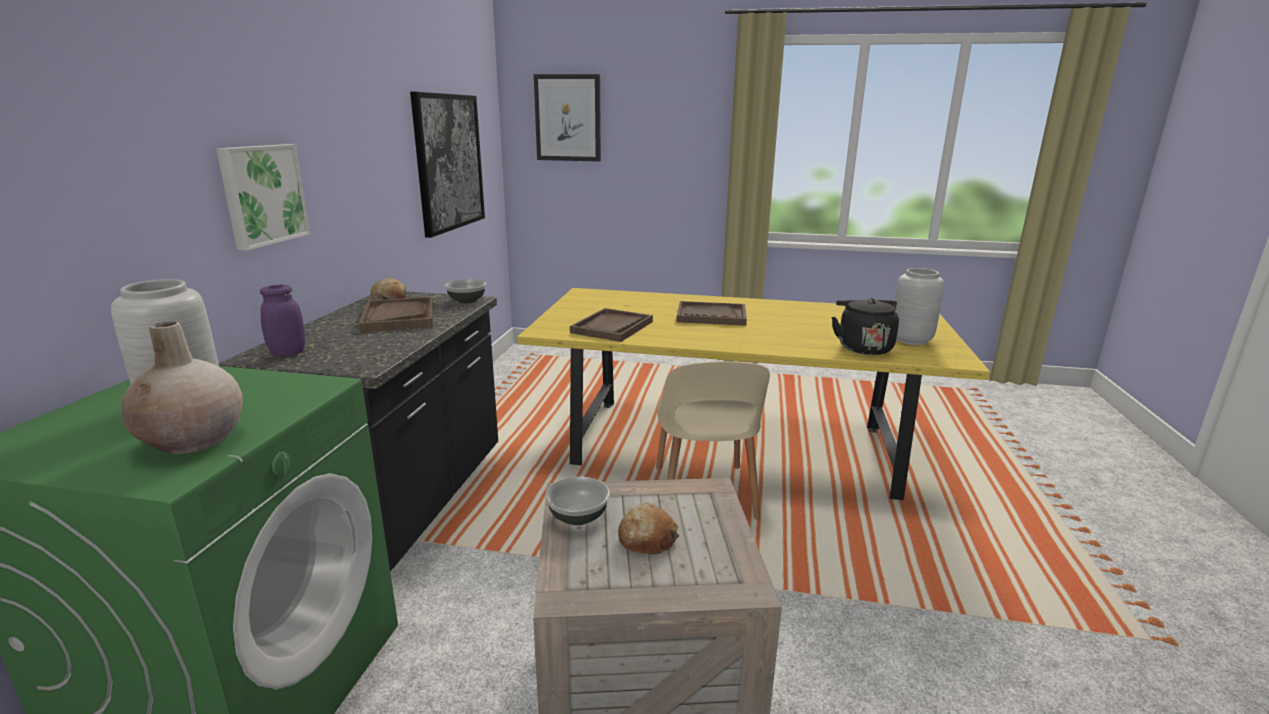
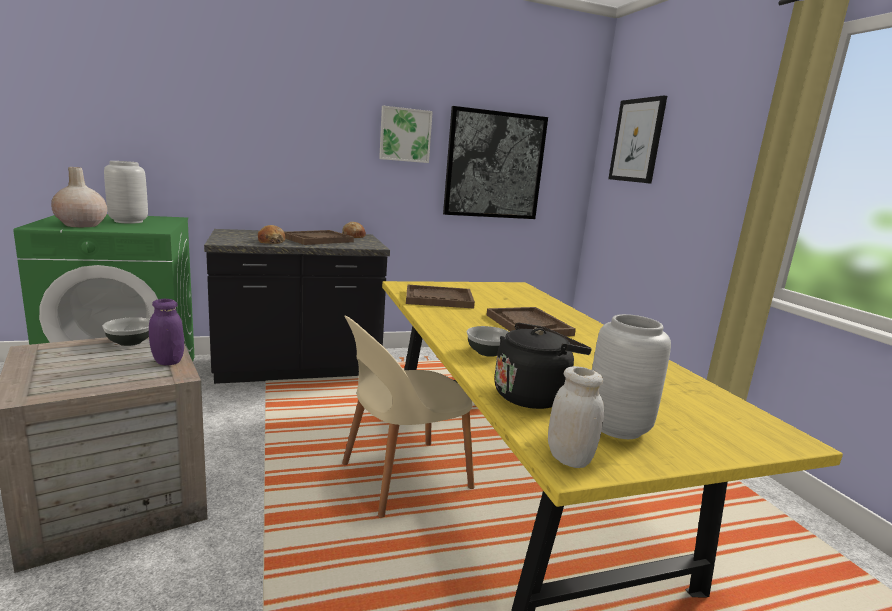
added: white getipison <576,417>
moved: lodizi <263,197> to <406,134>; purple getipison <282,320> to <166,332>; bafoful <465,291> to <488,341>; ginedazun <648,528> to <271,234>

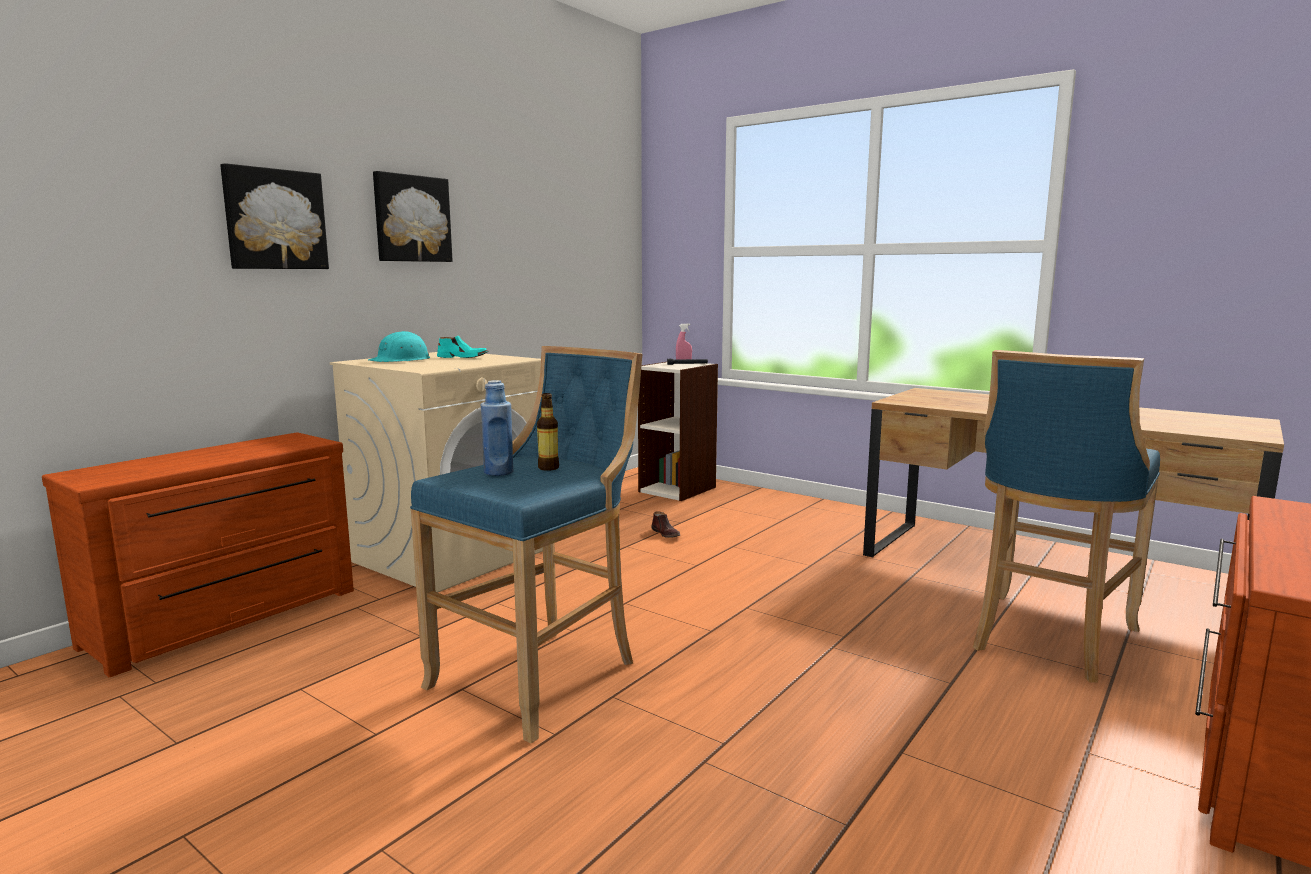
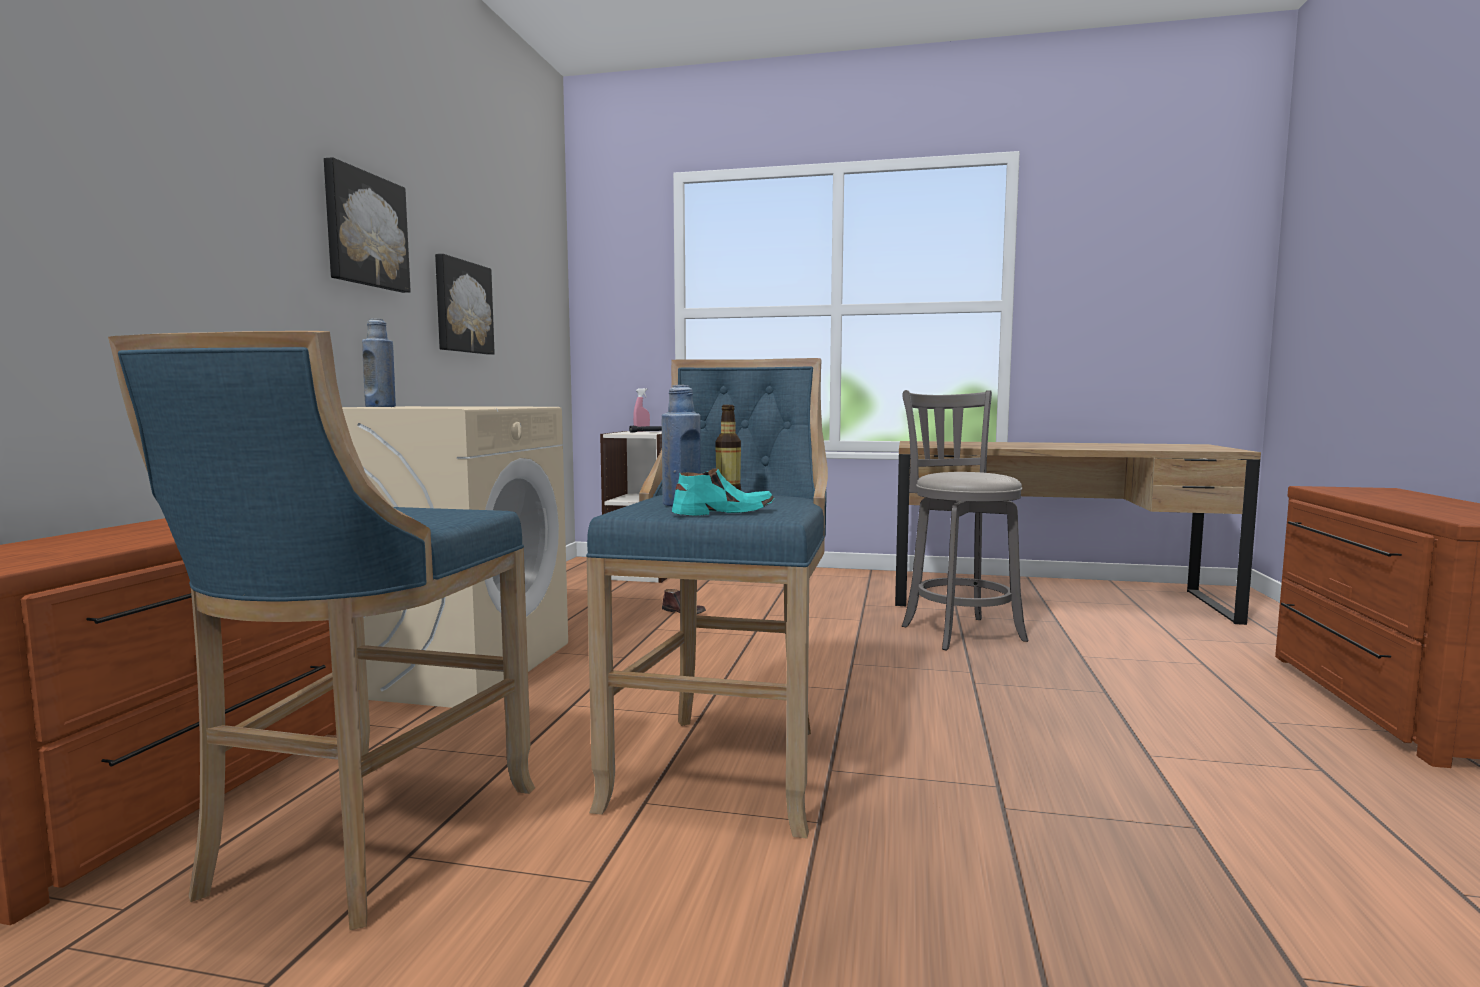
added: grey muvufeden <965,520>
moved: lodizi <274,216> to <465,304>; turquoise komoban <462,347> to <723,492>; blue muvufeden <1066,516> to <321,630>
replaced: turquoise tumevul <399,346> to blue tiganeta <379,362>

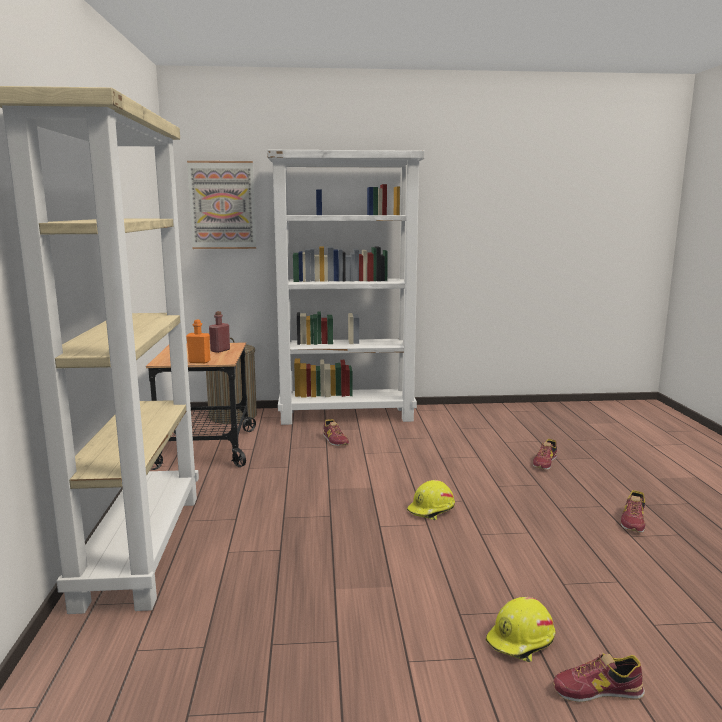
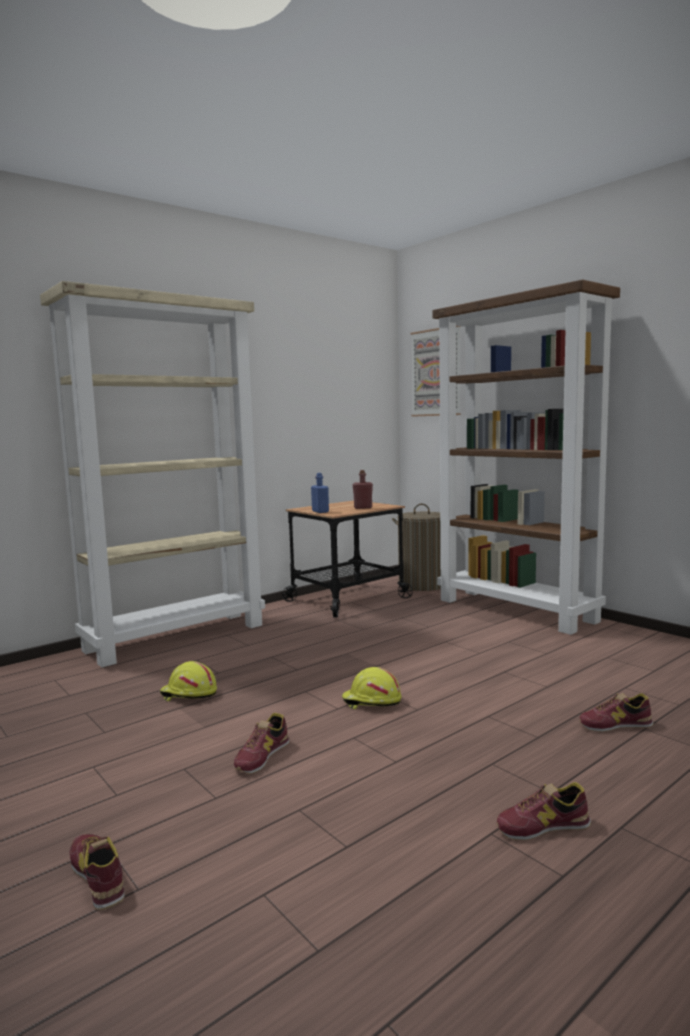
moved: komoban <336,432> to <262,743>; yellow tumevul <520,629> to <188,681>
recoloured: orange tiganeta <198,341> to blue tiganeta <320,493>; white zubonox <346,287> to brown zubonox <526,457>

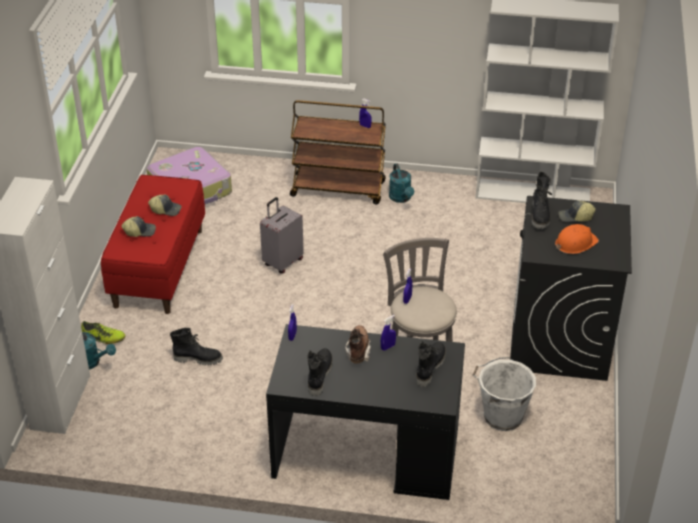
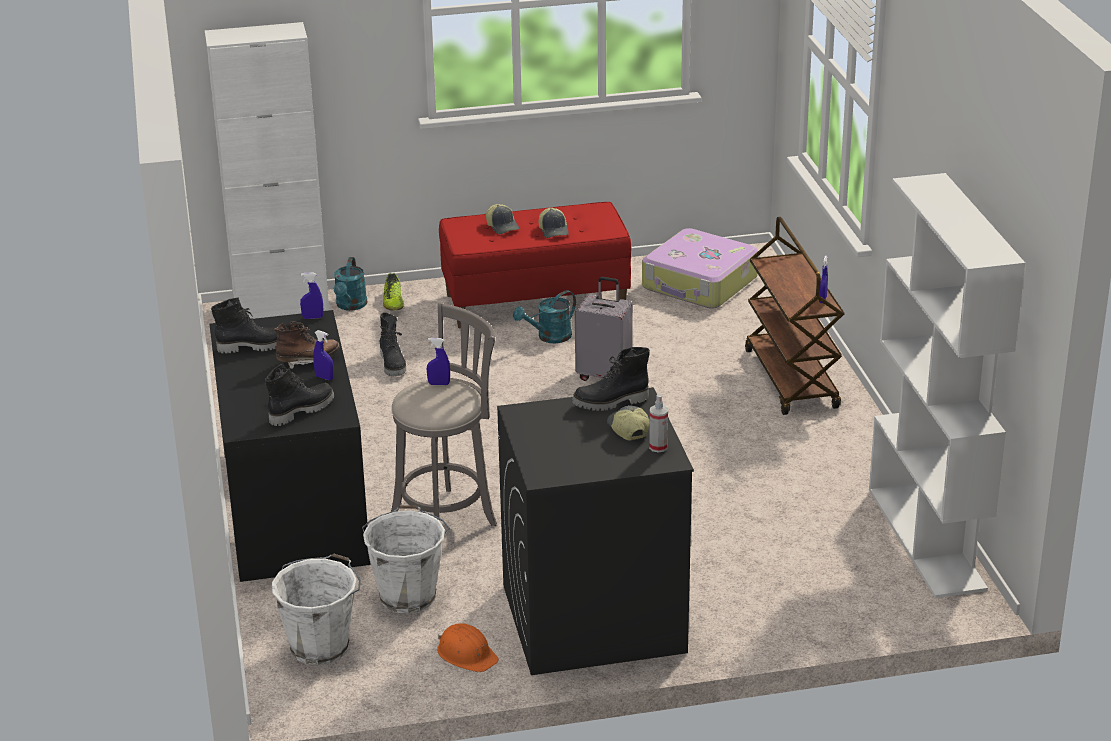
added: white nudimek <316,609>; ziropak <658,423>
moved: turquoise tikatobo <401,183> to <544,316>; orange tumevul <577,239> to <468,647>
turned: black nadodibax <431,364> = <299,395> 45 degrees counterclockwise

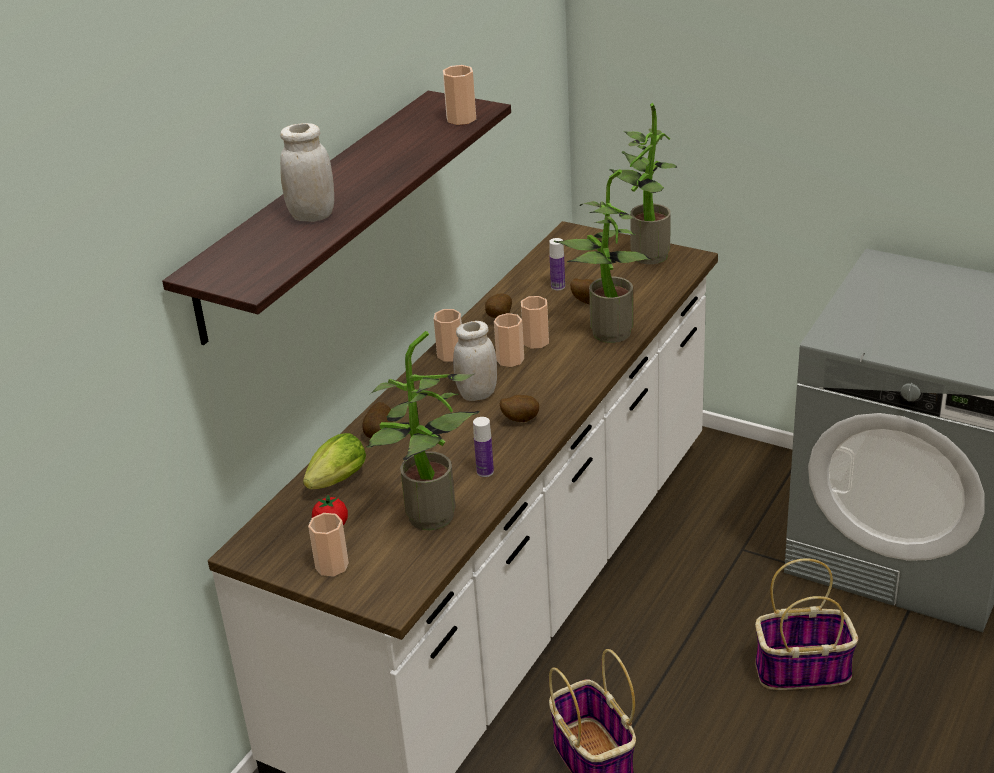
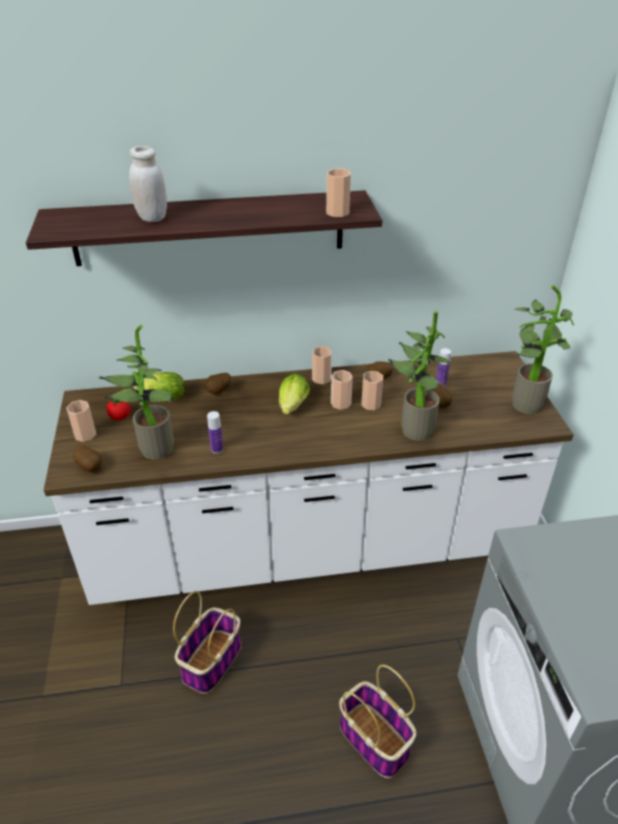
moved: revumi <519,408> to <87,459>
replaced: white getipison <475,361> to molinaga <294,394>

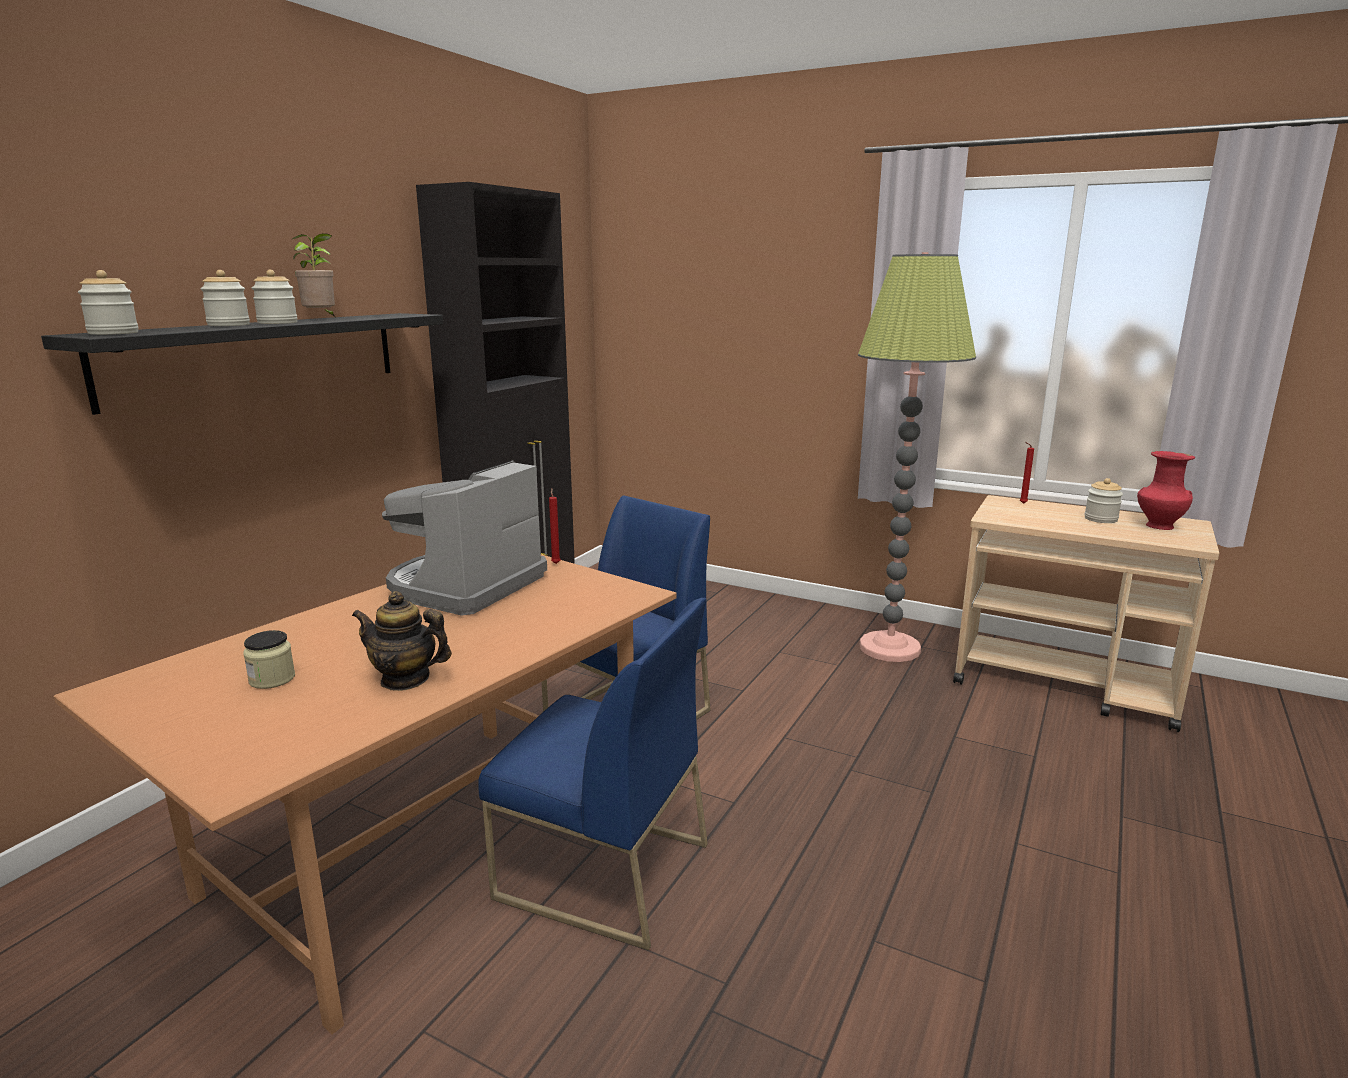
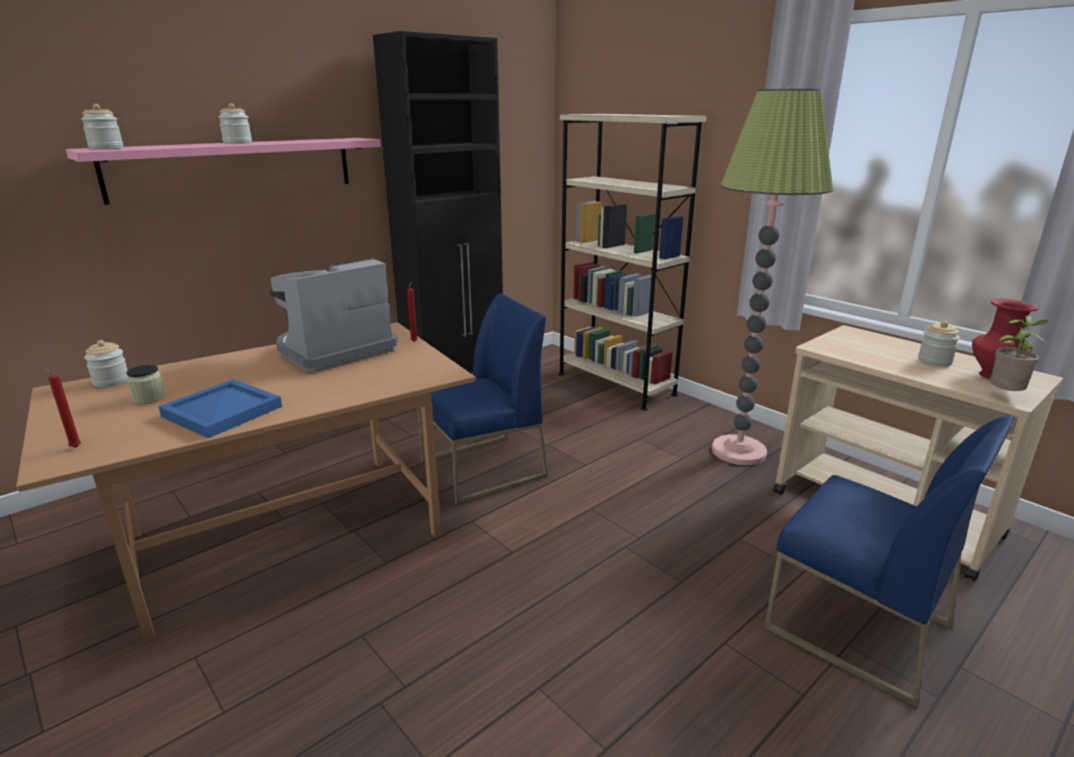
added: beige zubonox <632,262>
moved: getipison <225,298> to <106,364>; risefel <314,275> to <1019,353>; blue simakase <593,774> to <890,562>; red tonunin <1027,473> to <62,407>
replaced: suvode <402,641> to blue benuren <220,408>
recoloured: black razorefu <242,364> to pink razorefu <223,171>

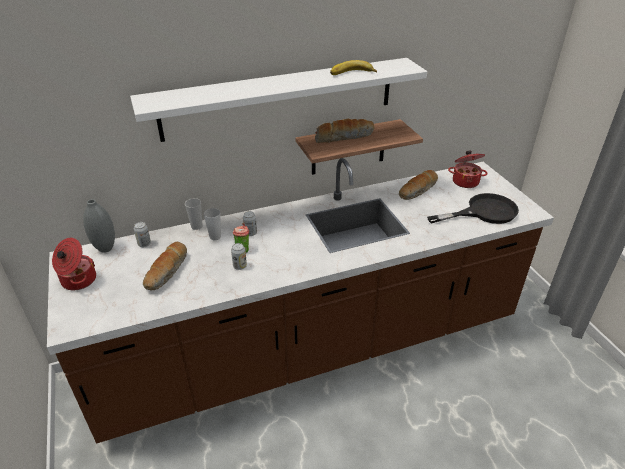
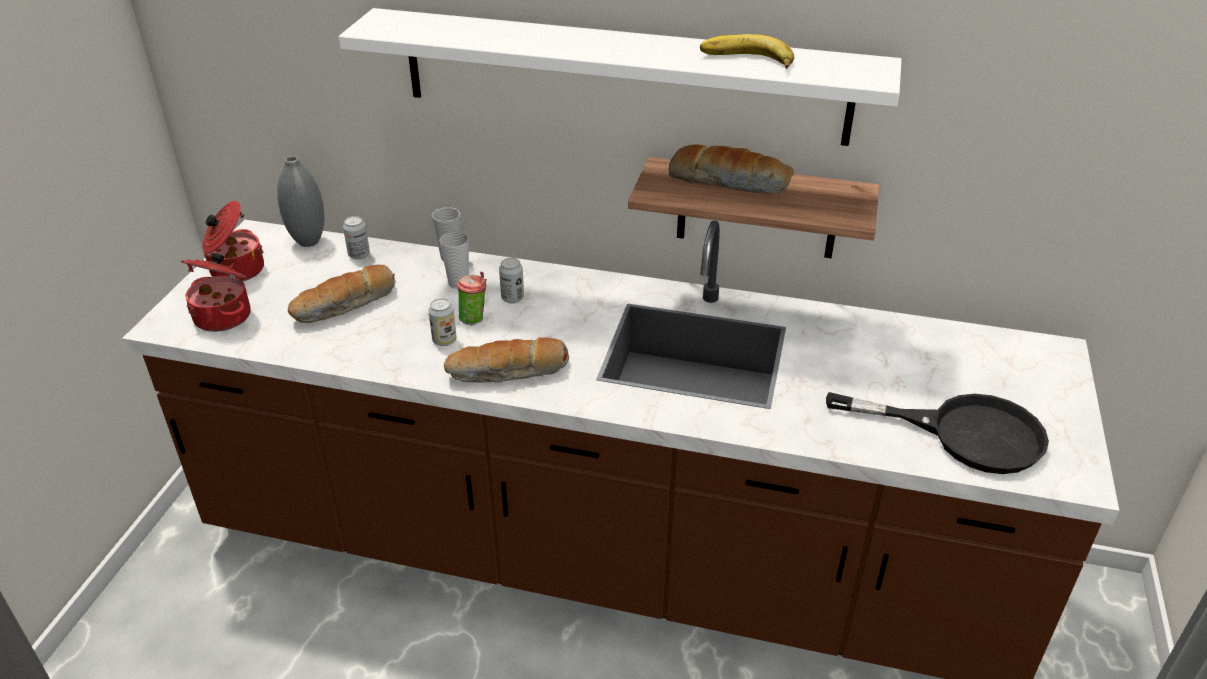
moved: ginedazun <418,185> to <506,360>; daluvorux <468,169> to <216,292>

